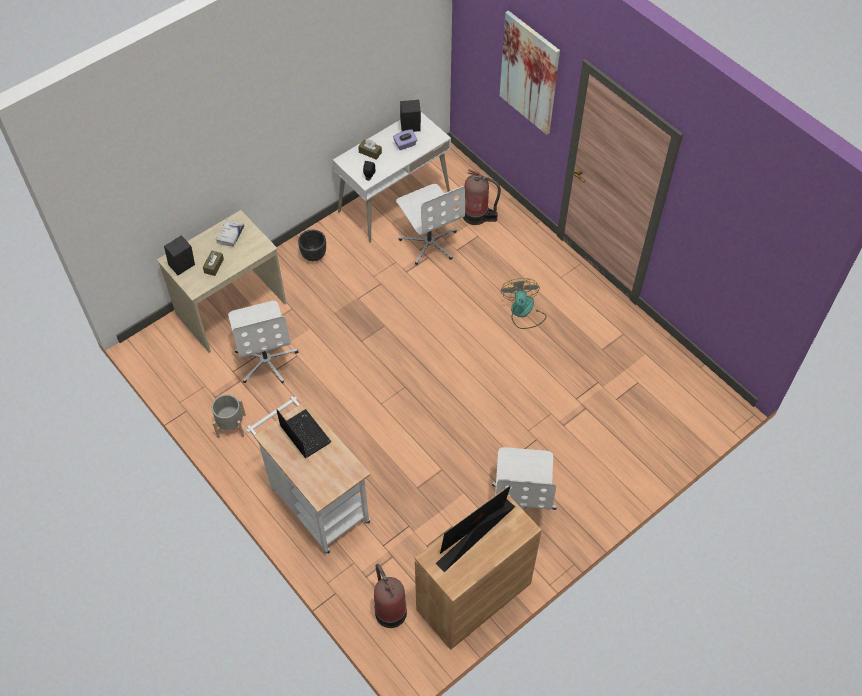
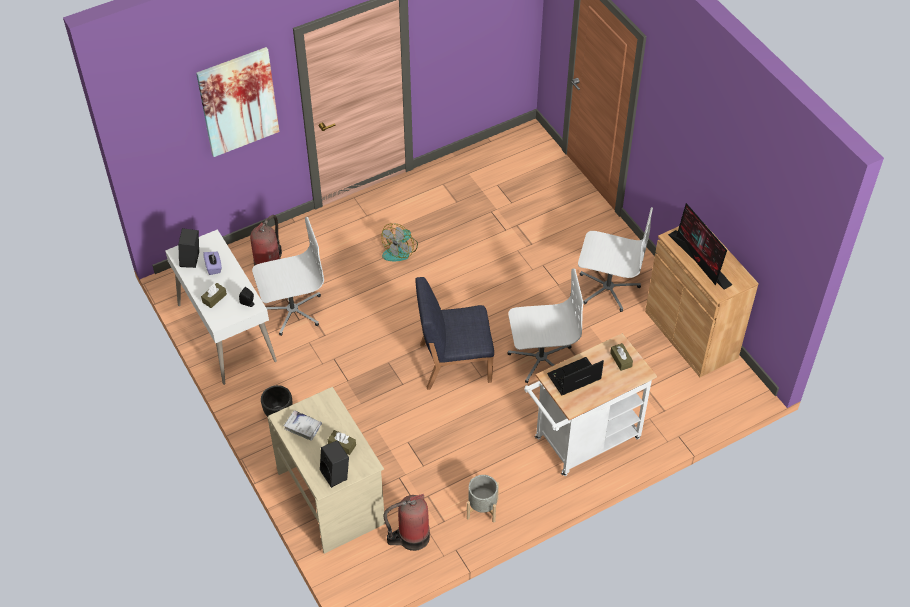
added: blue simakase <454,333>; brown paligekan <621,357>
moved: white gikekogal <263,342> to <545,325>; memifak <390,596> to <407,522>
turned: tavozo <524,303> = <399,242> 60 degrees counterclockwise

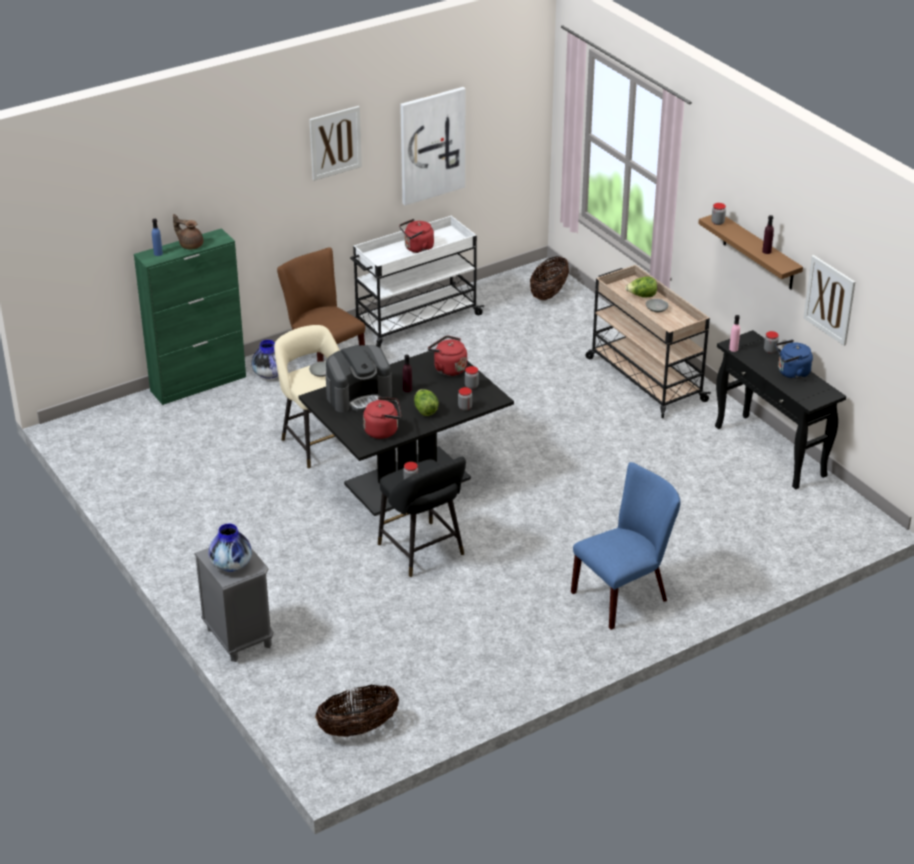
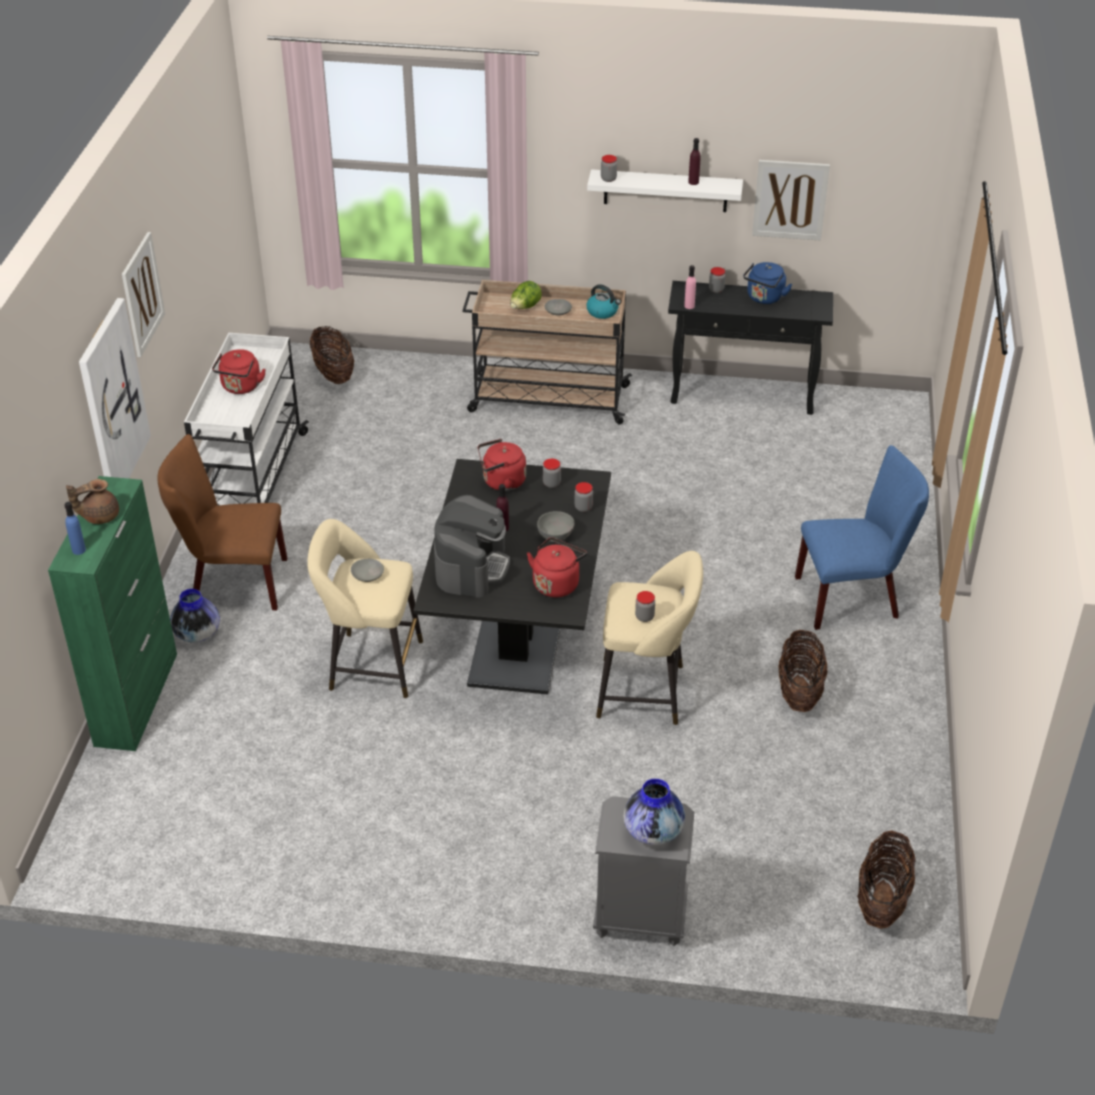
added: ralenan <603,301>; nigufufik <803,670>
moved: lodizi <432,146> to <115,388>
replaced: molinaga <426,402> to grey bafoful <555,525>
recoloured: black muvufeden <422,517> to beige muvufeden <649,638>; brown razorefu <750,252> to white razorefu <665,190>
turned: blue simakase <626,546> = <862,537> 75 degrees clockwise

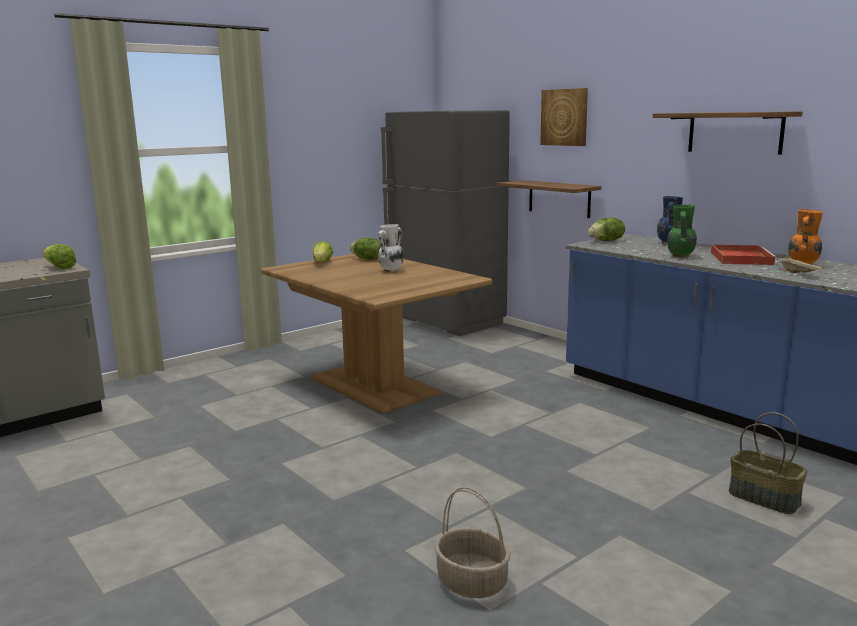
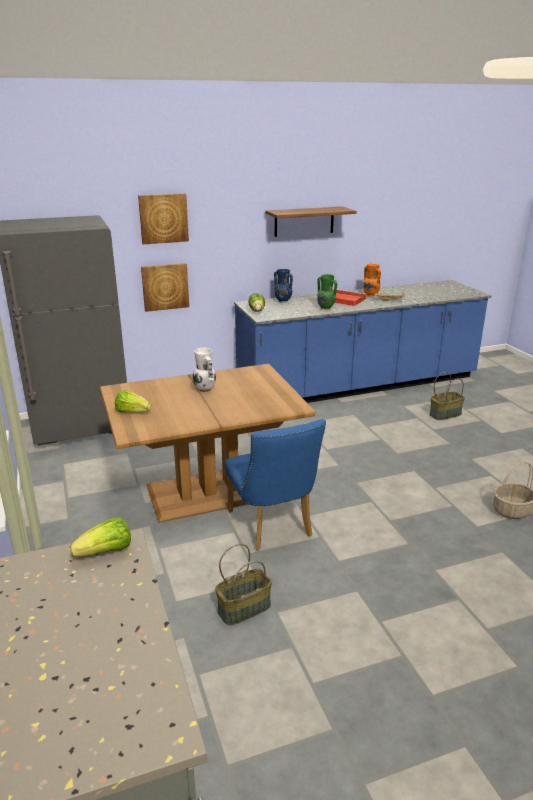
removed: molinaga <365,249>
added: nigufufik <243,584>; blue simakase <275,484>
replaced: razorefu <548,199> to lodizi <165,287>

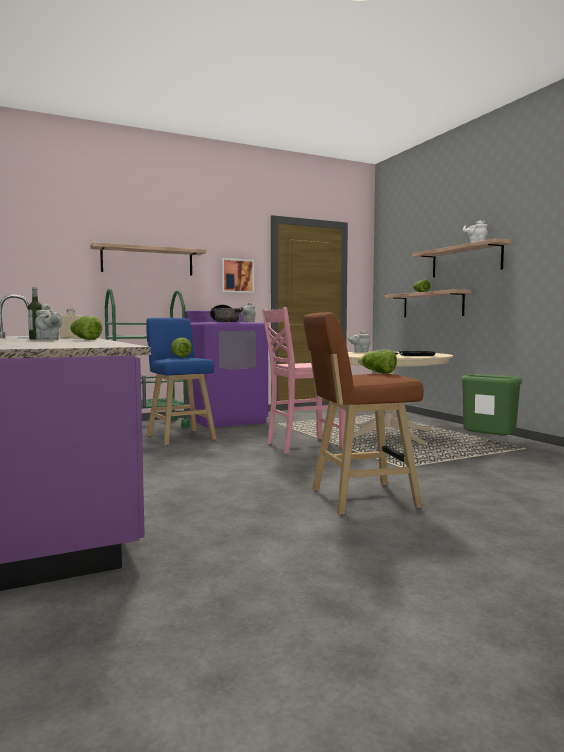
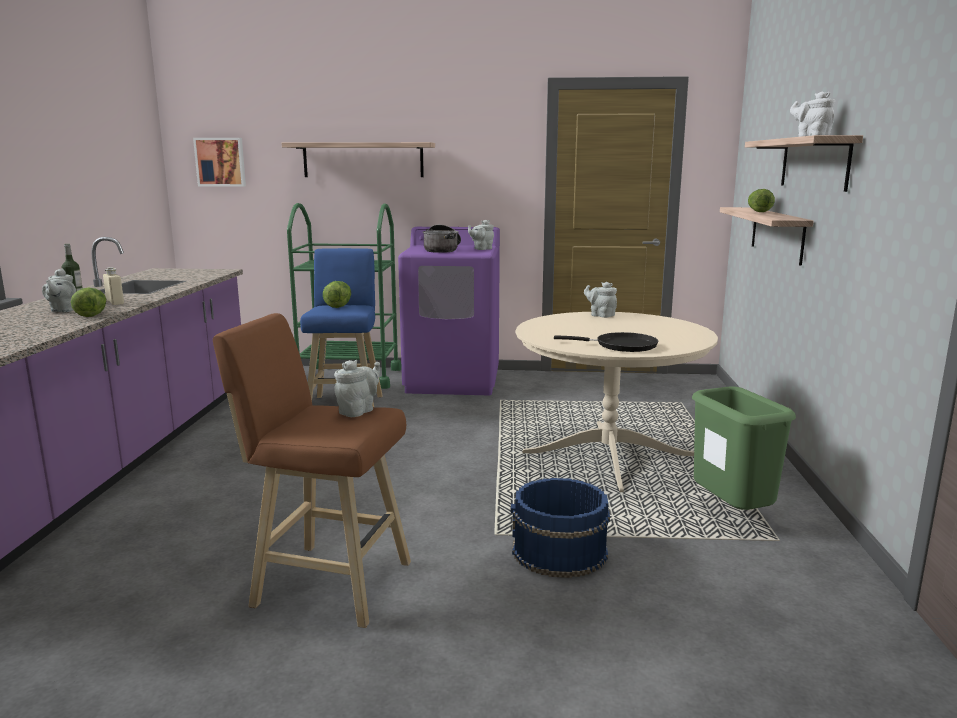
removed: pink simakase <304,380>
added: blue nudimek <560,528>
moved: lodizi <237,275> to <219,162>
replaced: molinaga <377,361> to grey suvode <357,388>

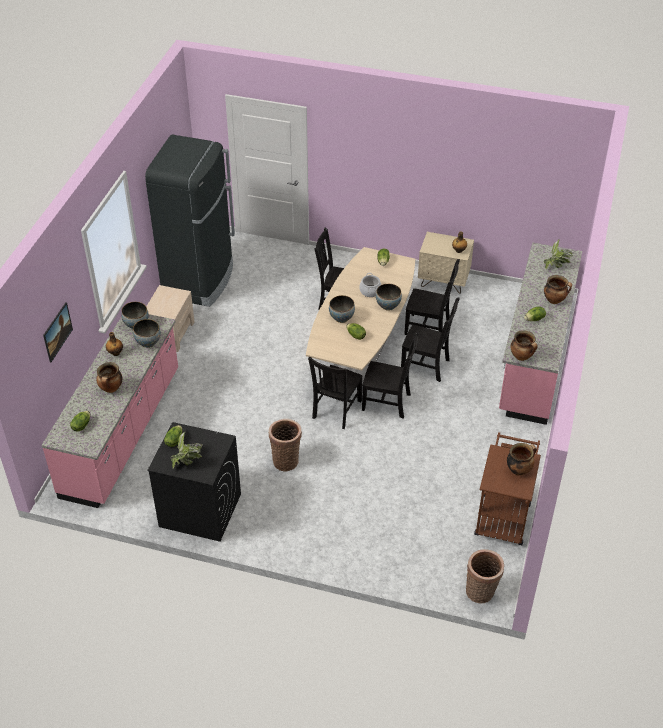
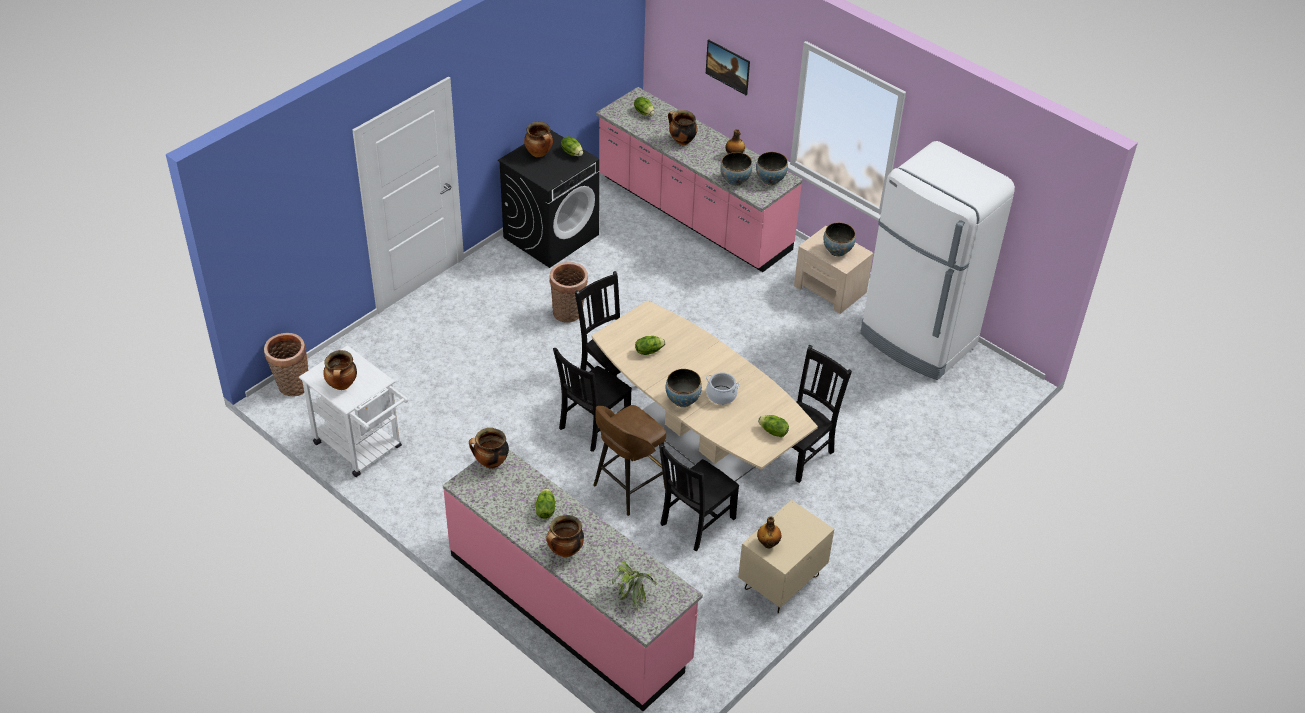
moved: bafoful <342,309> to <840,239>
replaced: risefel <187,449> to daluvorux <538,139>; black simakase <430,340> to brown muvufeden <629,460>
recoloured: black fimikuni <190,221> to white fimikuni <937,260>; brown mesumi <507,488> to white mesumi <353,411>

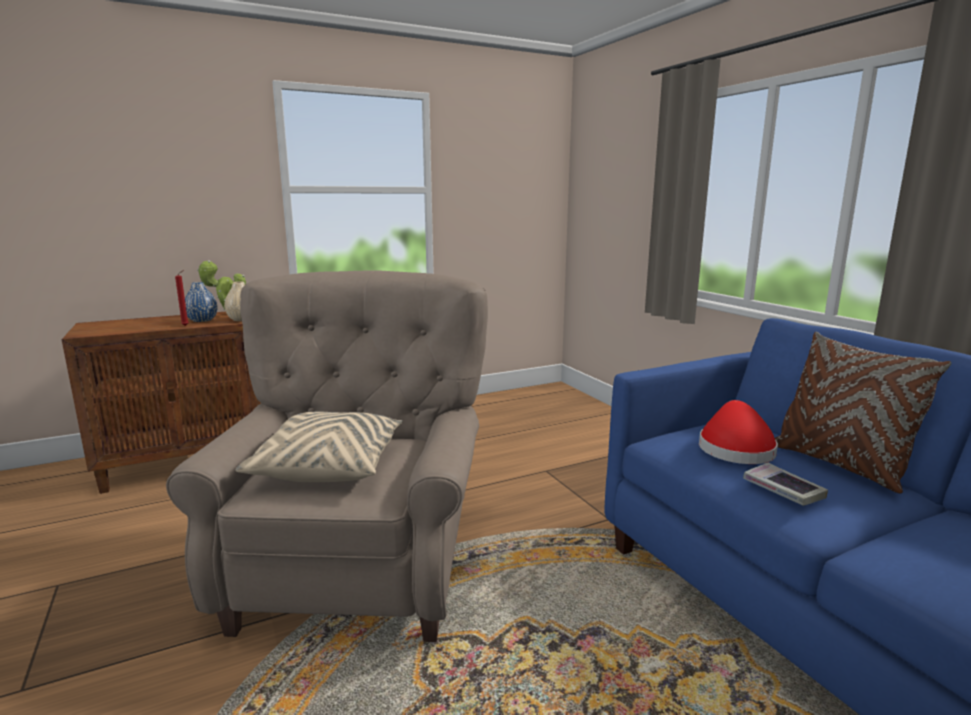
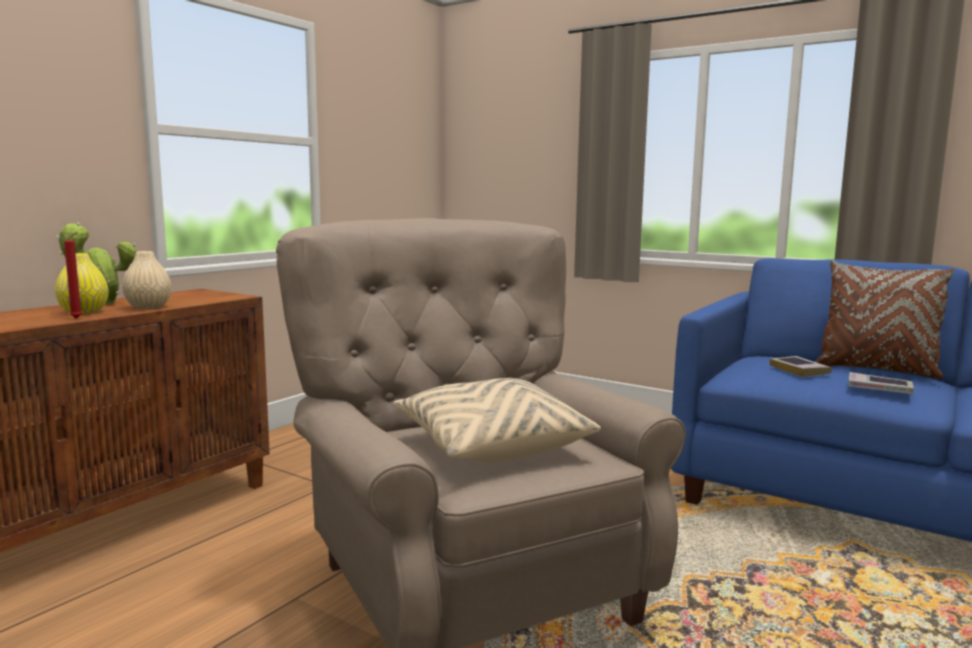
replaced: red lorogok <738,432> to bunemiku <801,366>
recoloured: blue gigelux <201,302> to yellow gigelux <82,283>

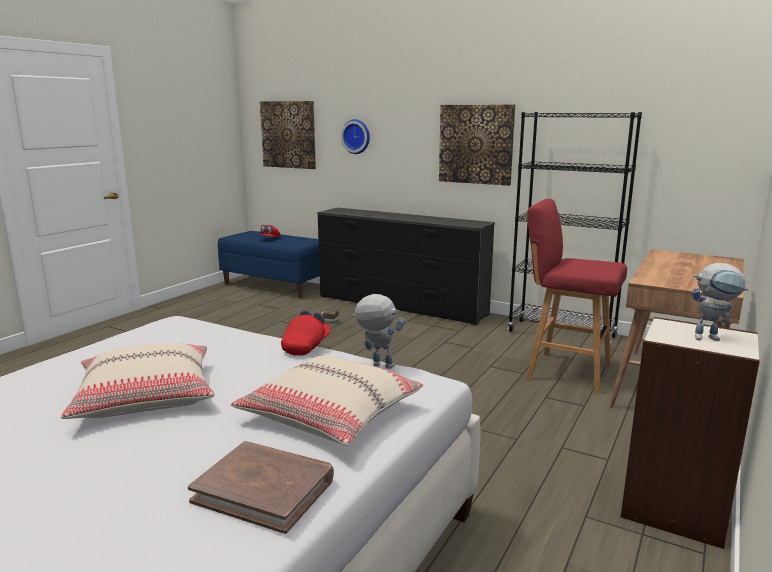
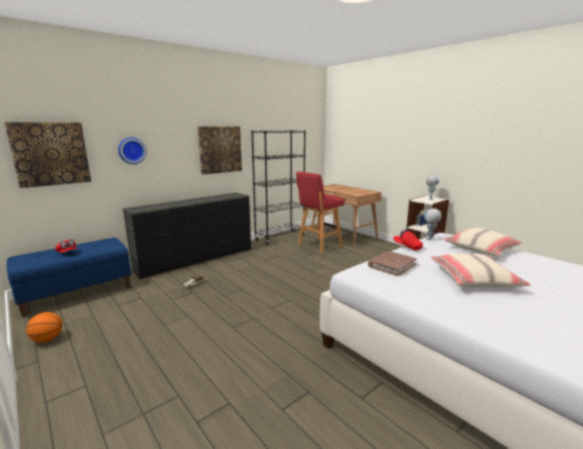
added: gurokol <44,327>
moved: brown bunemiku <261,487> to <392,263>

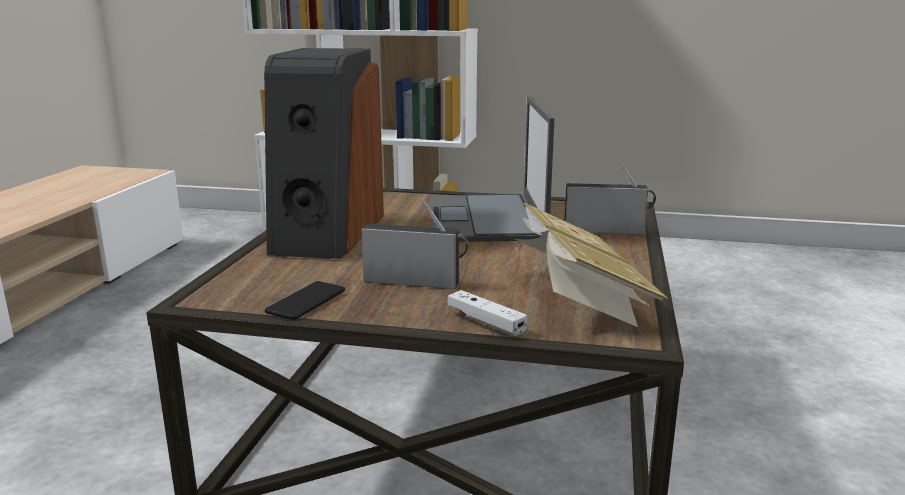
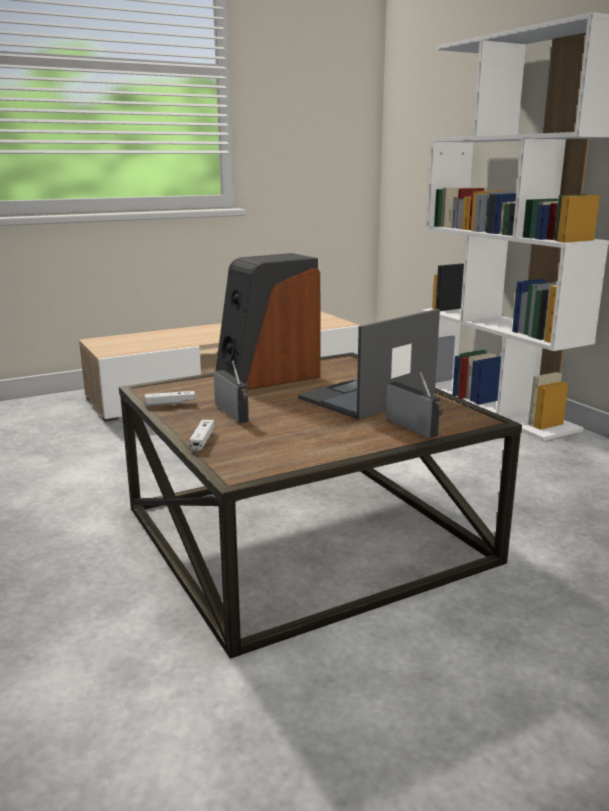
removed: bunemiku <592,265>
replaced: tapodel <304,300> to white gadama <170,398>

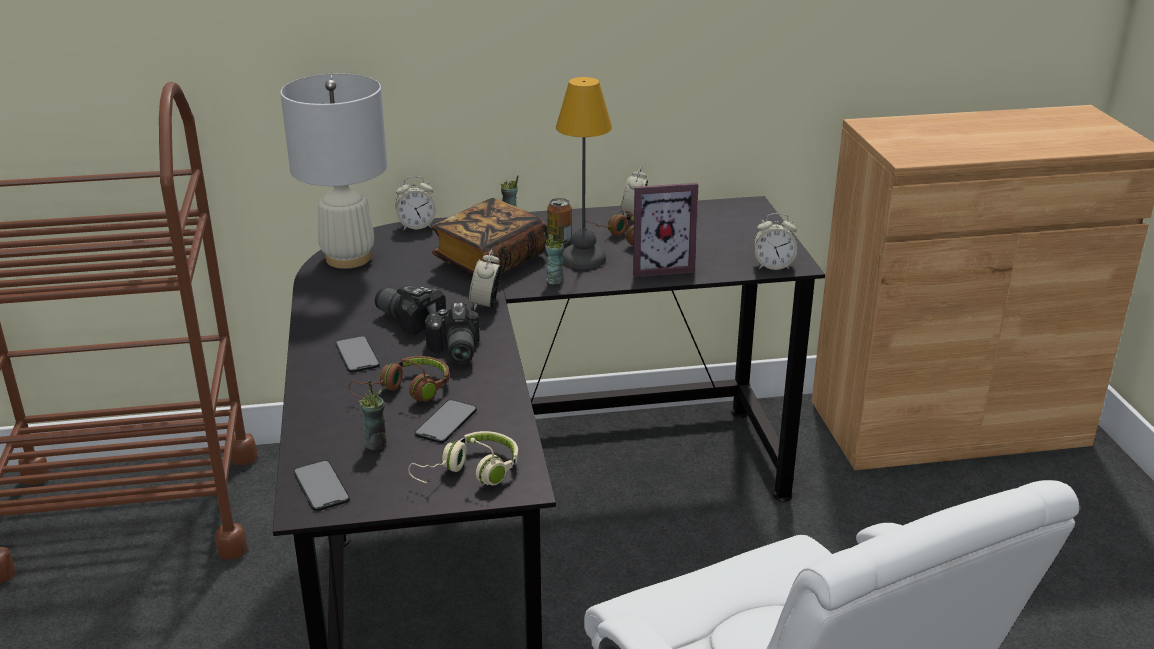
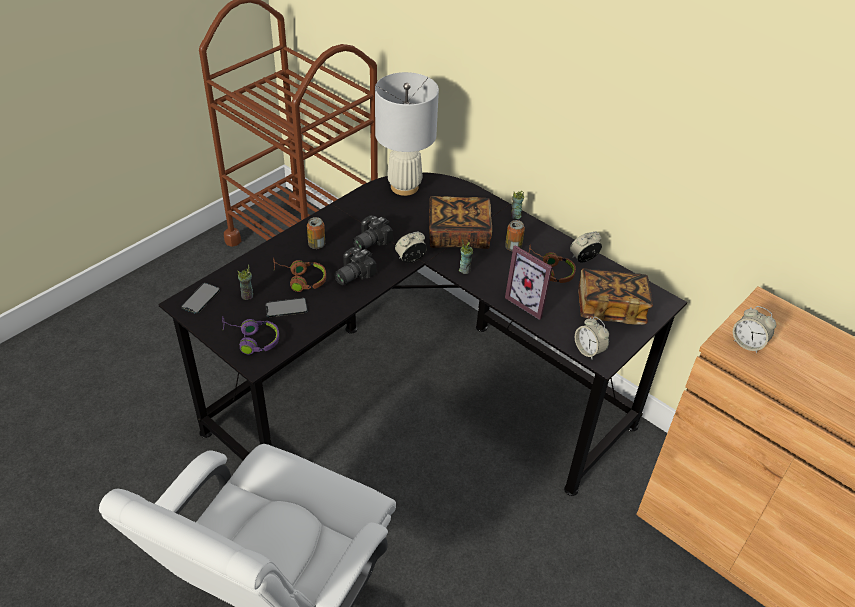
removed: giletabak <584,173>
added: bunemiku <615,296>
moved: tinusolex <416,203> to <754,329>
replaced: tapodel <357,354> to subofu <316,233>
recoloured: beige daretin <463,458> to purple daretin <250,336>
turned: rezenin <410,310> = <373,232> 135 degrees counterclockwise

